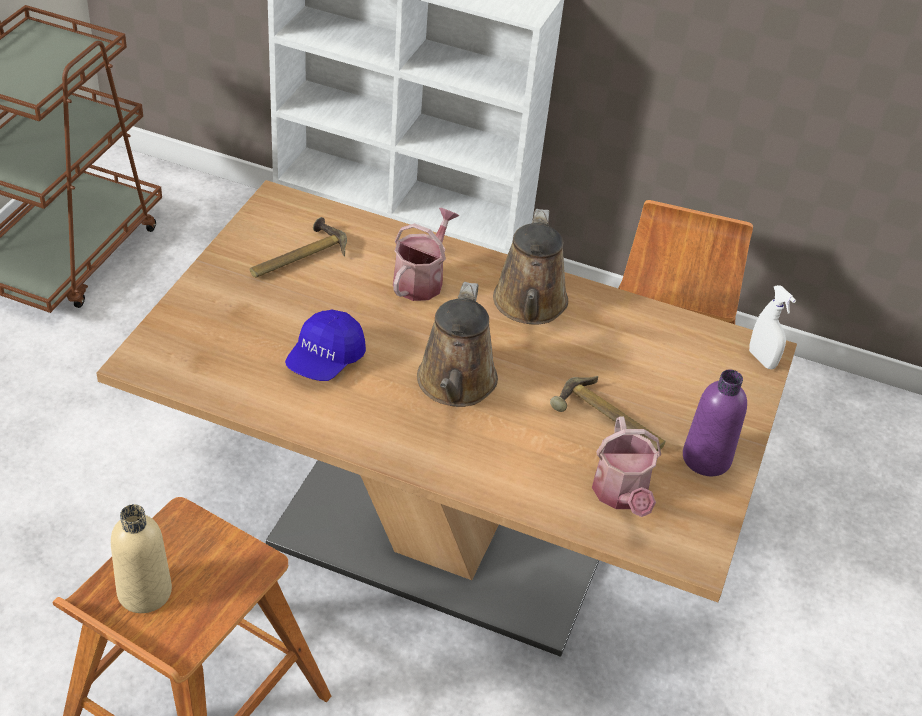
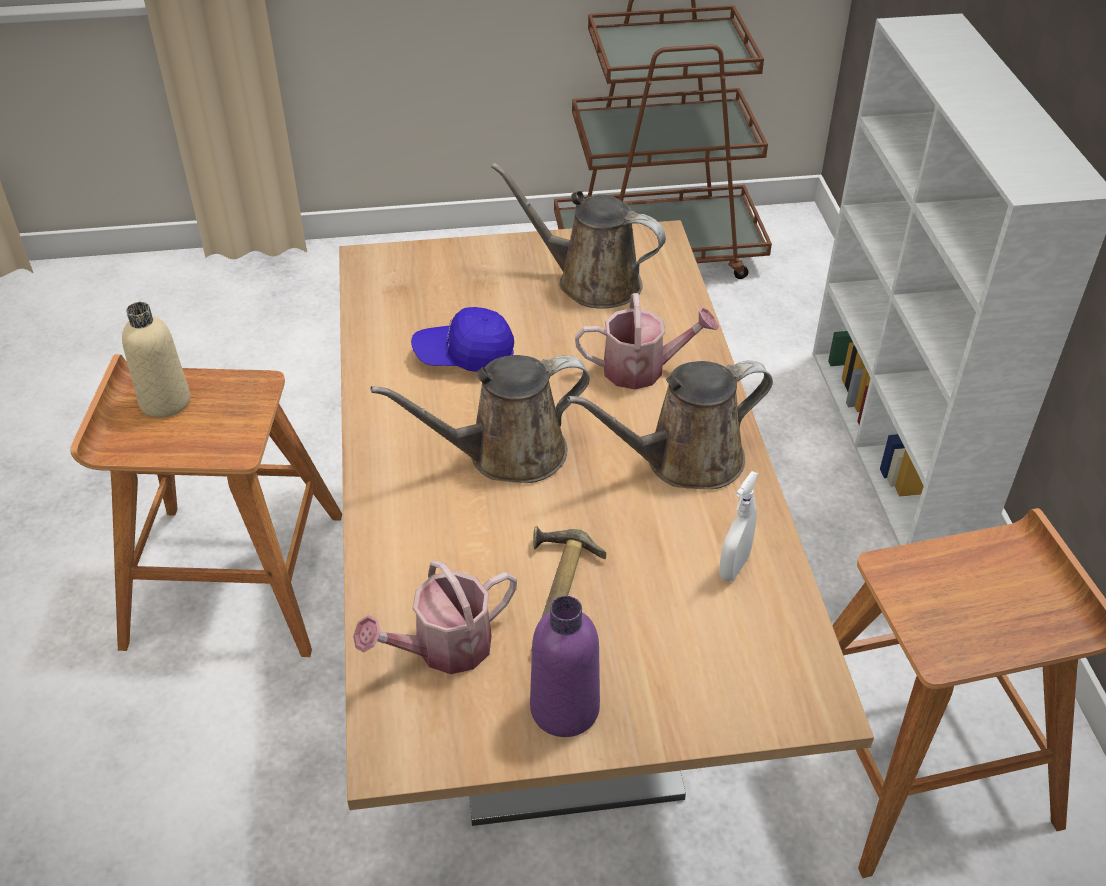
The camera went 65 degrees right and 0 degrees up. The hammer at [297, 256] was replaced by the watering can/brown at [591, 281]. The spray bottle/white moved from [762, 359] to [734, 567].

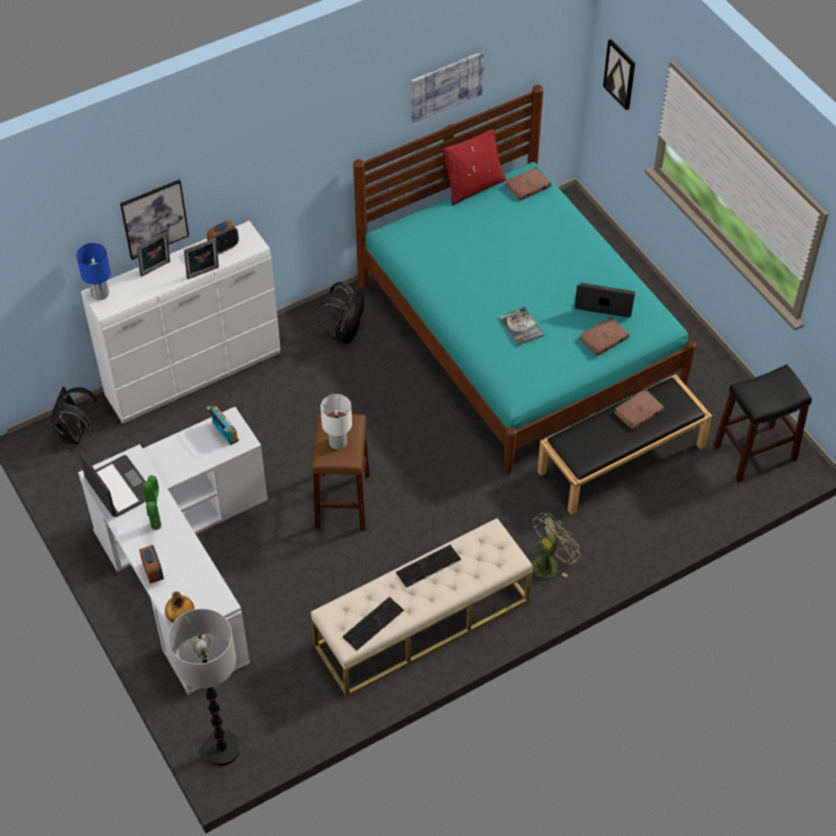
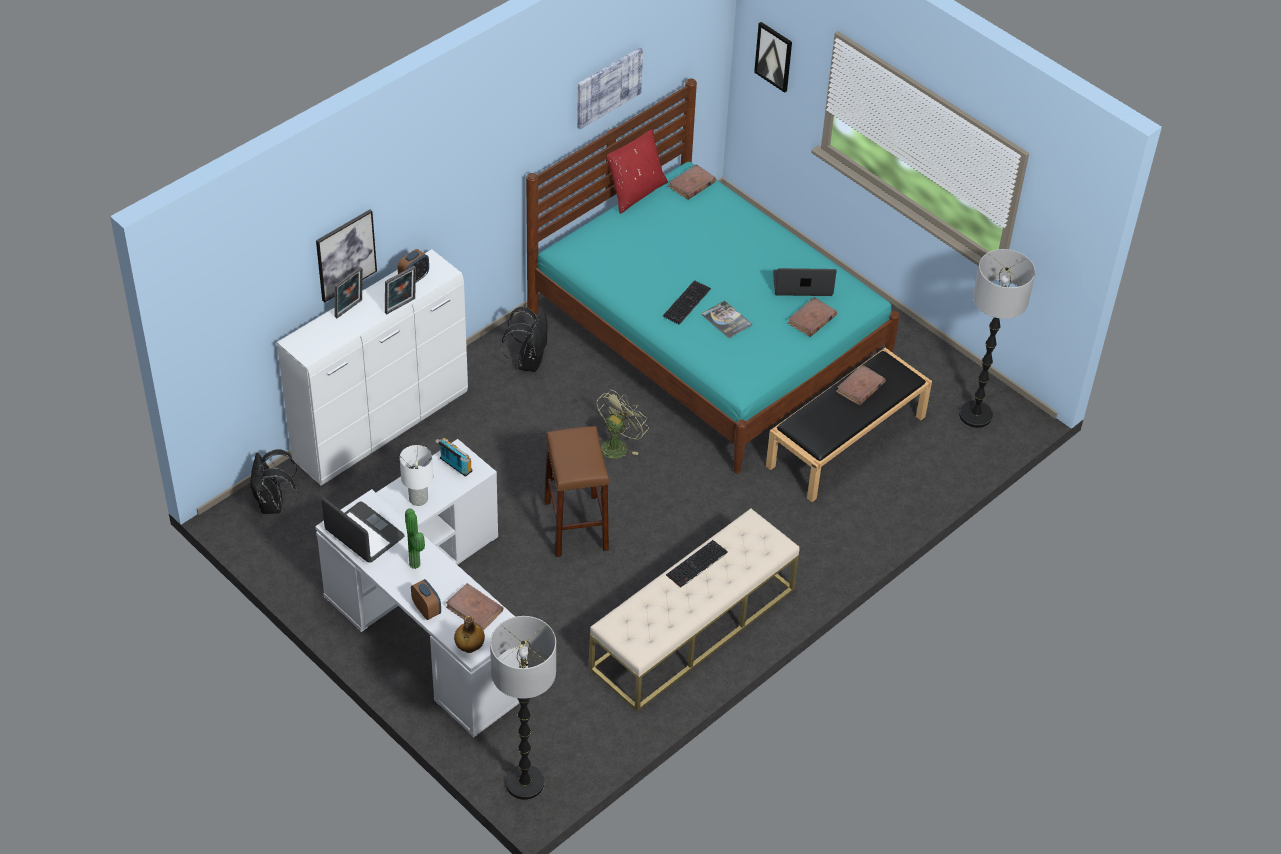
The camera went 15 degrees left and 5 degrees down. The table lamp/blue at [100, 293] disappeared. The table lamp/white moved from [337, 442] to [418, 498]. The keyboard moved from [373, 622] to [686, 302]. The fan/green moved from [548, 563] to [617, 445]. The stool/black at [755, 452] was replaced by the floor lamp at [975, 415]. The book/brown at [474, 609] appeared.

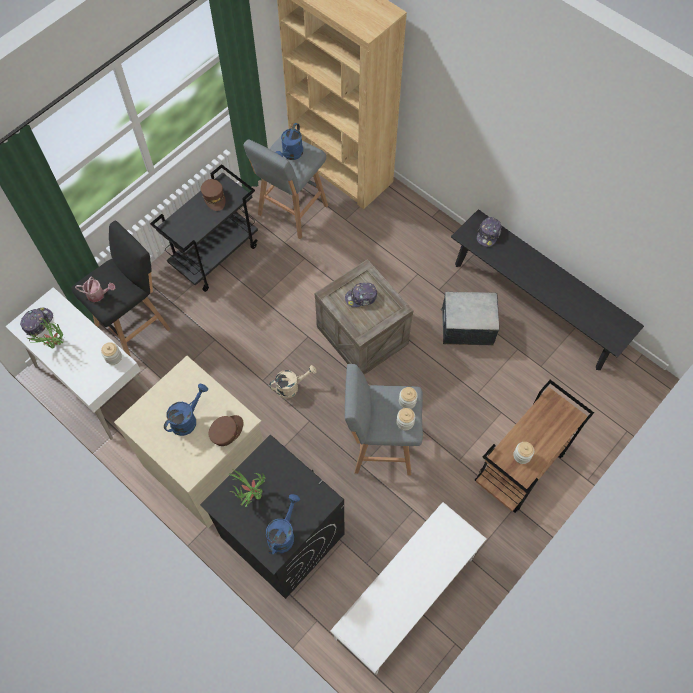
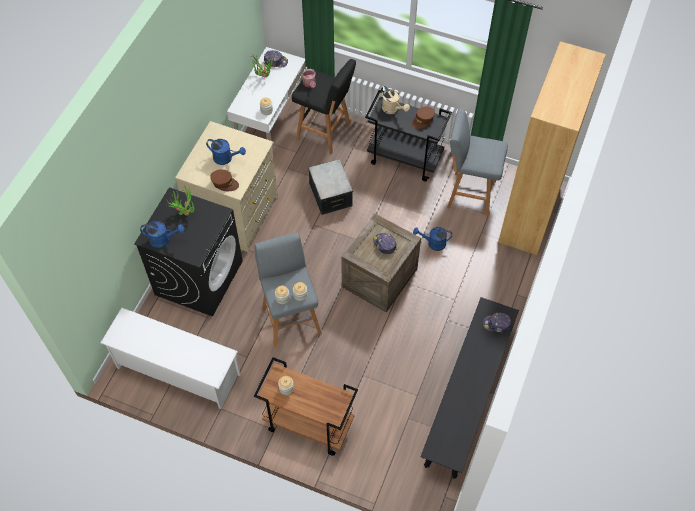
The camera went 70 degrees right and 5 degrees down. The watering can/beige moved from [291, 387] to [393, 109]. The watering can/blue moved from [291, 155] to [433, 243]. The storage box moved from [467, 326] to [331, 195].

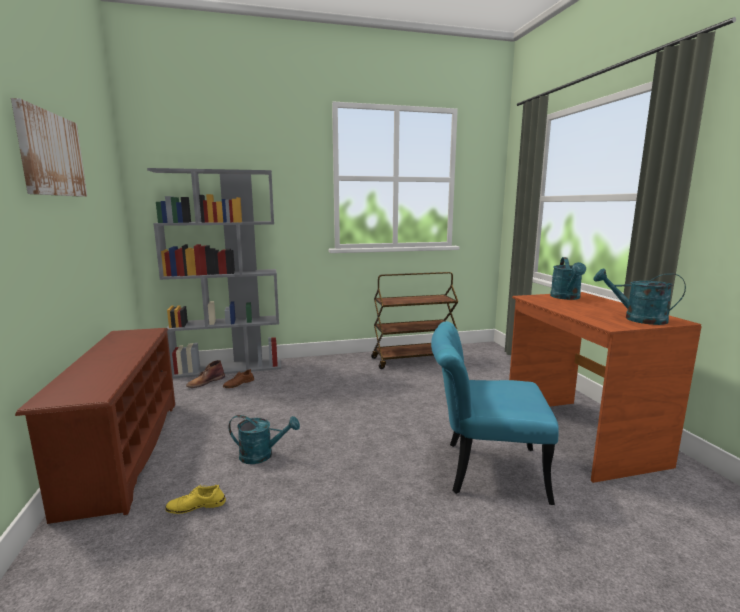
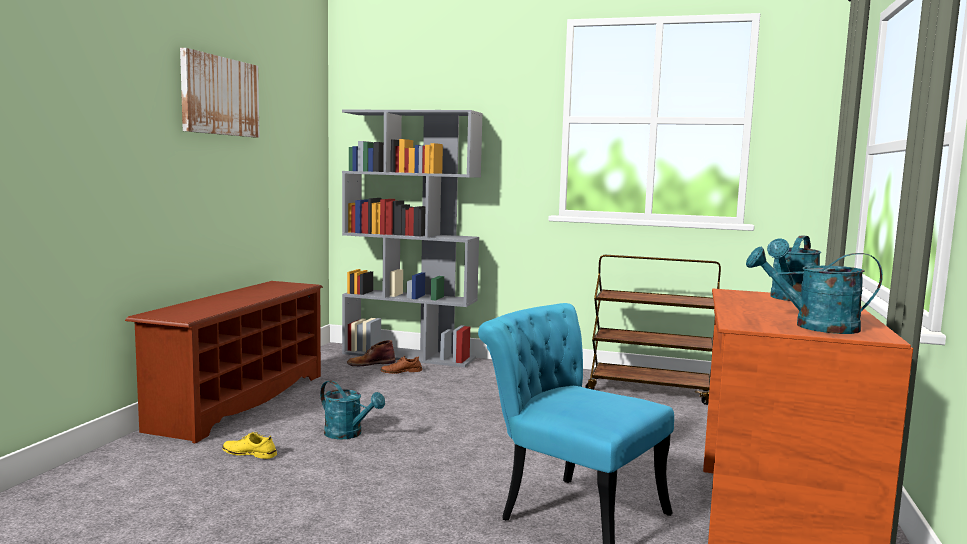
The camera went 30 degrees right and 5 degrees down. The watering can/turquoise at [637, 319] turned 45 degrees counterclockwise.

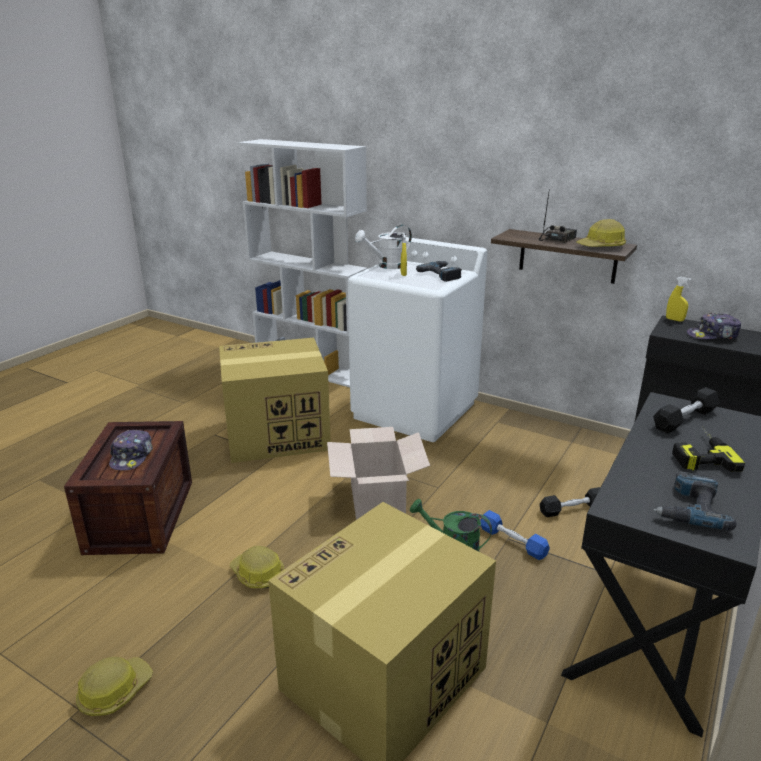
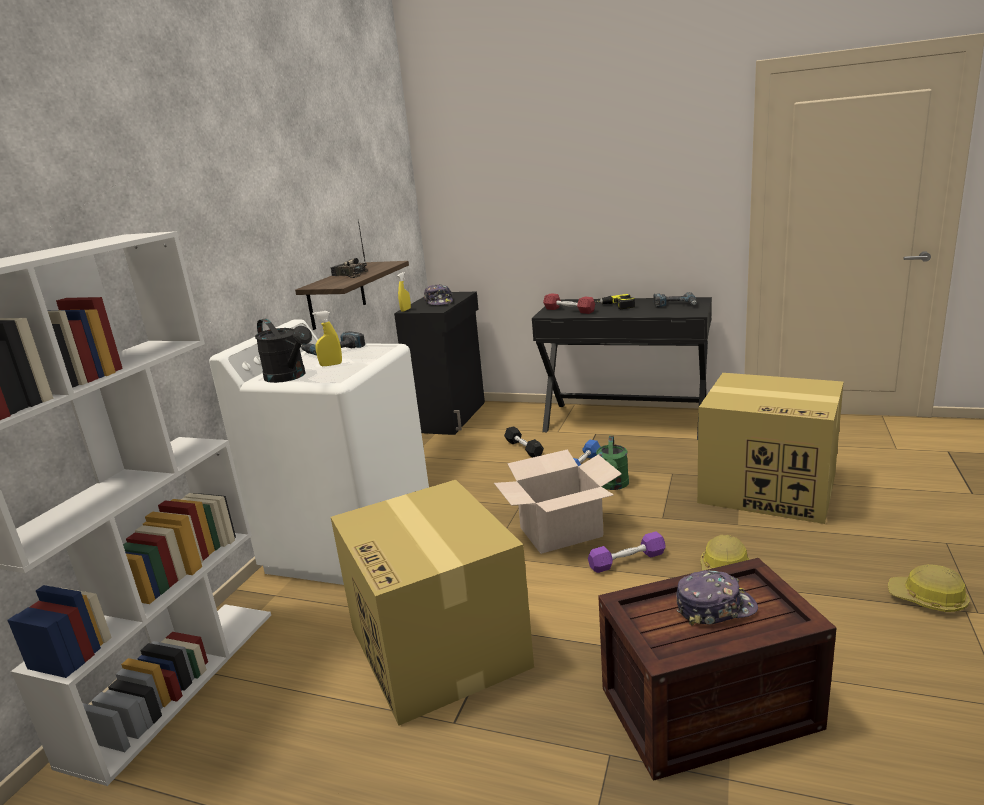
The camera went 100 degrees left and 5 degrees down. The watering can/white at [387, 266] became the watering can/black at [289, 377]. The hard hat at [601, 247] disappeared. The dumbbell/black at [685, 419] became the dumbbell/red at [569, 310]. The dumbbell/purple at [627, 560] appeared.

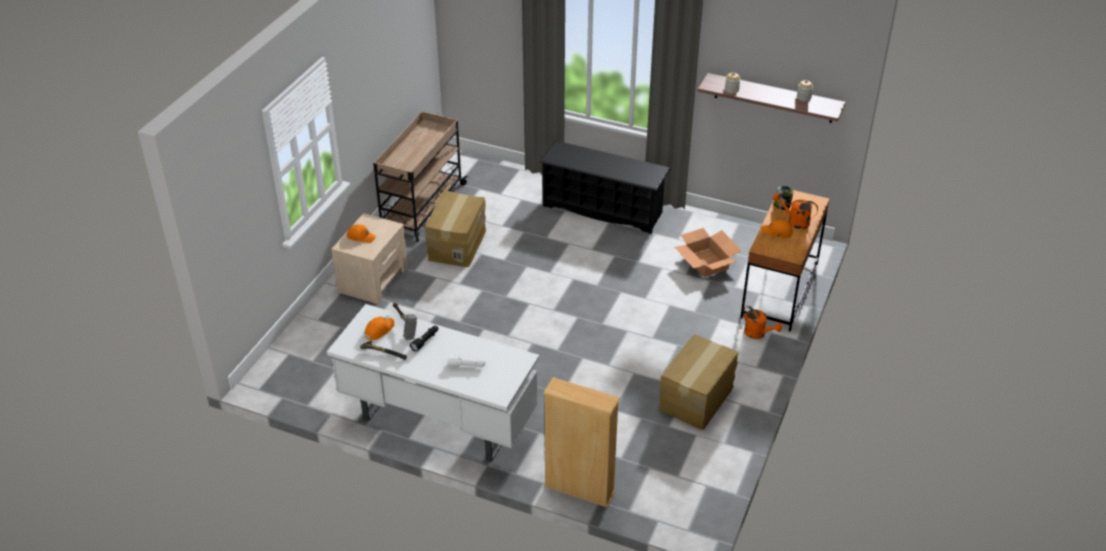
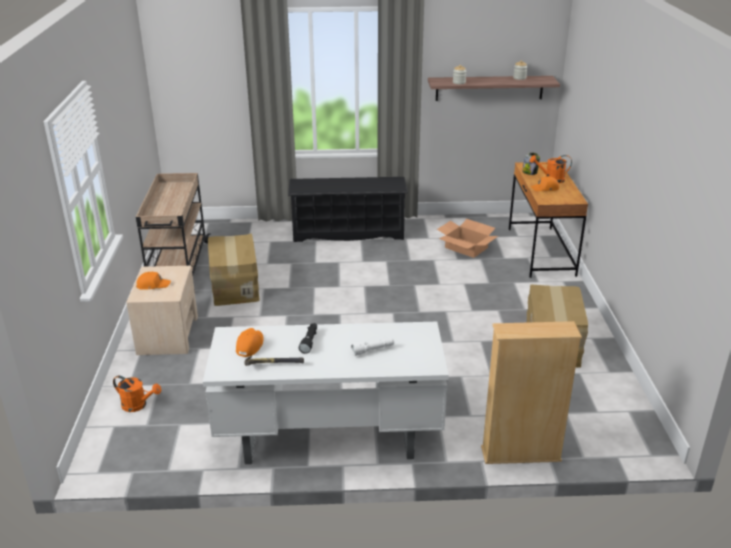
The camera went 25 degrees left and 10 degrees down. The hammer at [404, 325] disappeared. The watering can/orange moved from [758, 334] to [138, 405].

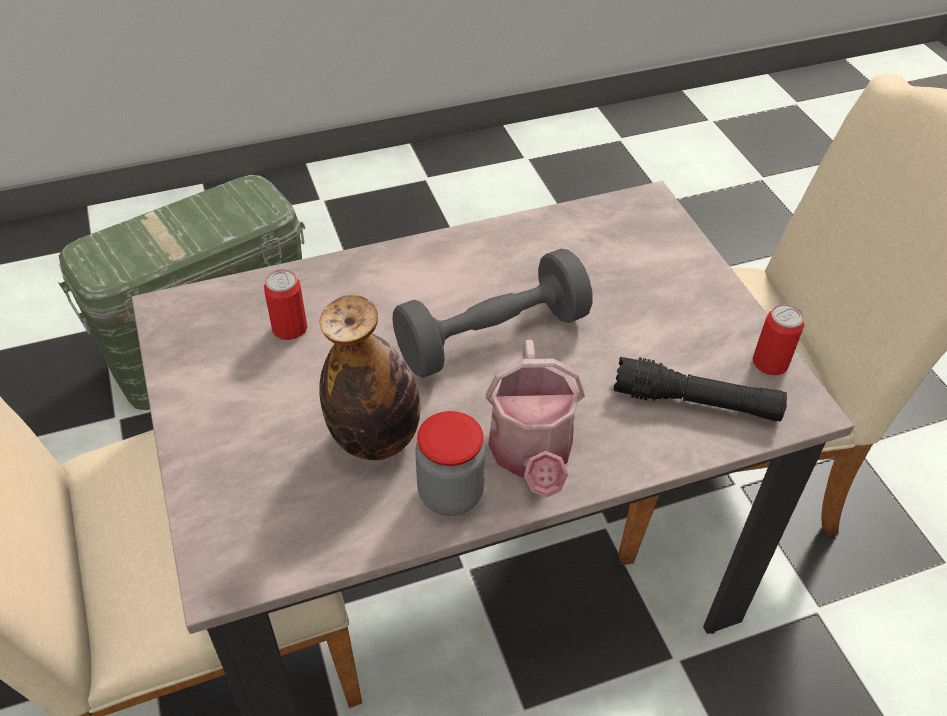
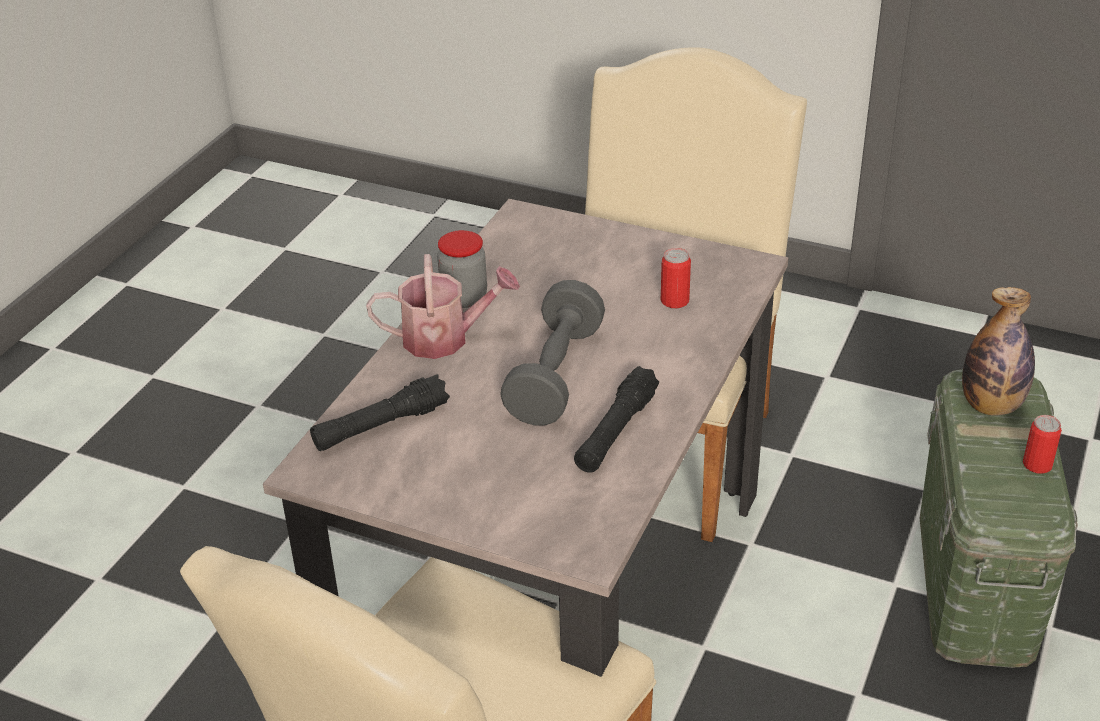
The camera went 135 degrees right and 10 degrees down. The bottle moved from [375, 438] to [991, 405]. The watering can at [531, 455] turned 135 degrees clockwise. The can moved from [770, 363] to [1037, 465]. The flashlight/black at [616, 432] appeared.

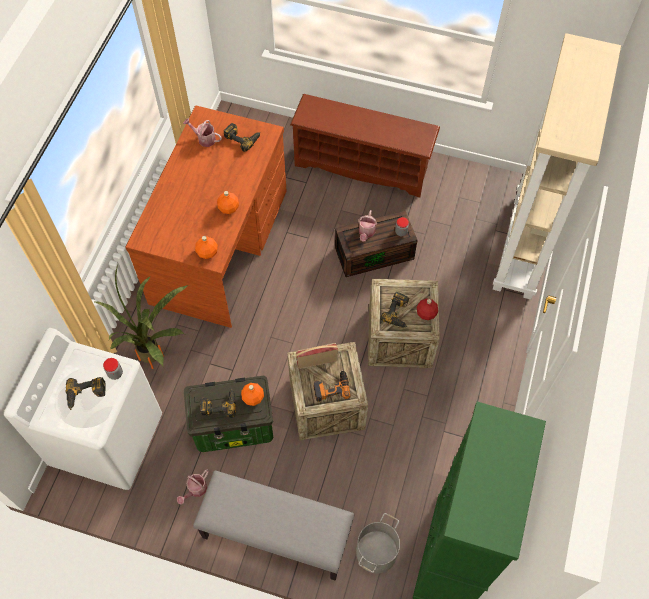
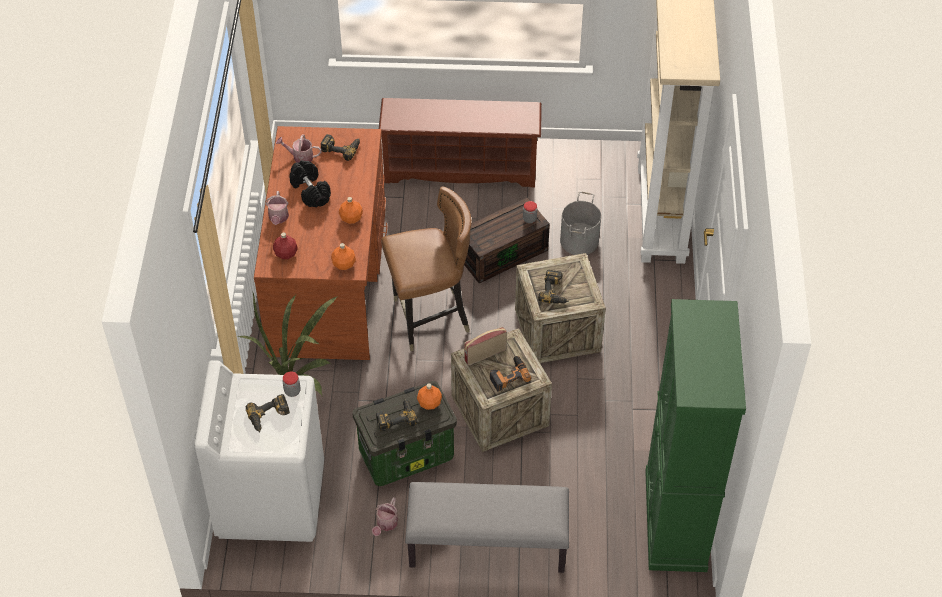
The camera went 15 degrees left and 10 degrees down. The bucket/grey moved from [376, 552] to [578, 240]. The watering can moved from [366, 233] to [278, 218]. The bottle/red moved from [426, 313] to [285, 253]. The dumbbell/black at [310, 191] appeared. The chair/brown at [430, 319] appeared.

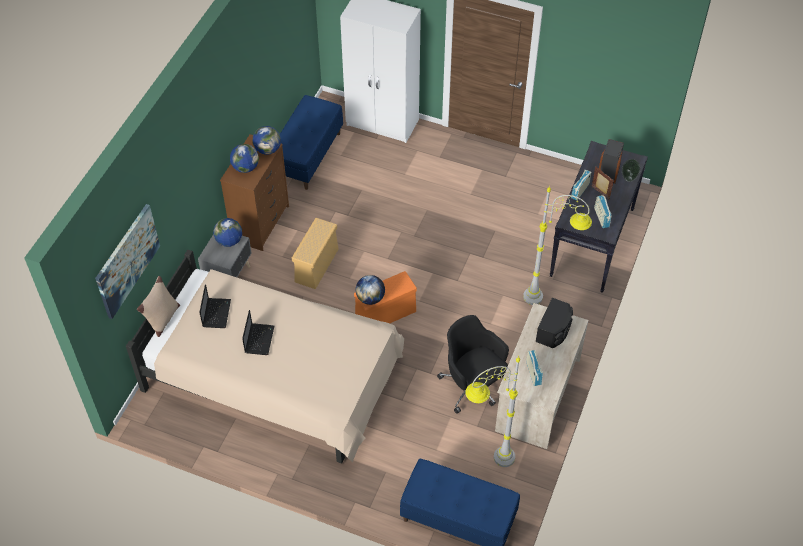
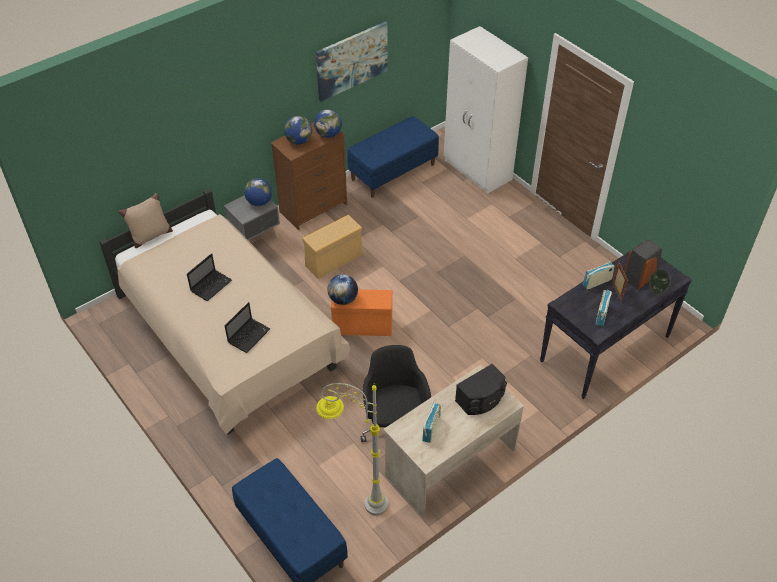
The camera went 30 degrees right and 5 degrees down. The picture moved from [127, 260] to [352, 60]. The laptop moved from [216, 313] to [249, 335]. The floor lamp/grey at [549, 301] disappeared.

